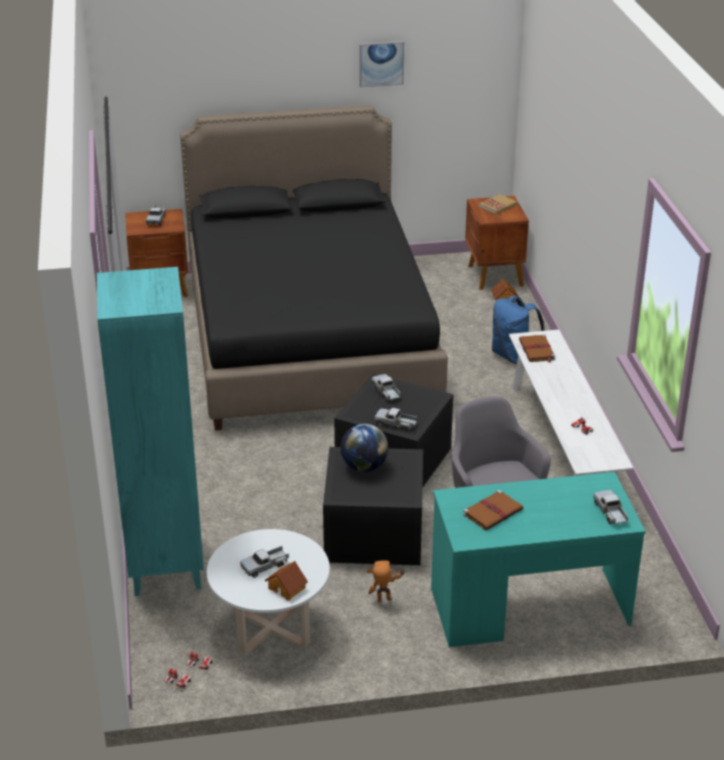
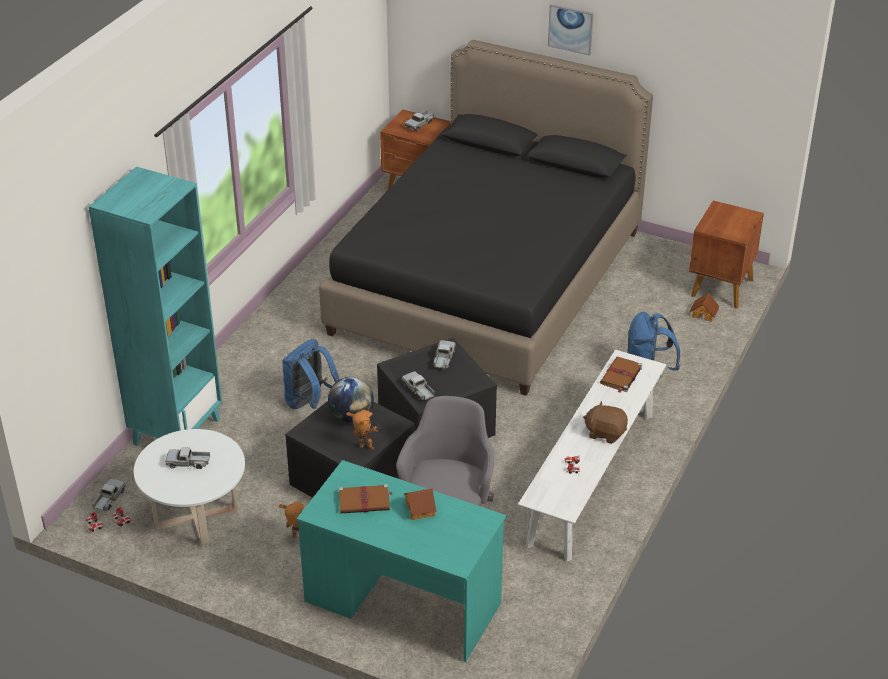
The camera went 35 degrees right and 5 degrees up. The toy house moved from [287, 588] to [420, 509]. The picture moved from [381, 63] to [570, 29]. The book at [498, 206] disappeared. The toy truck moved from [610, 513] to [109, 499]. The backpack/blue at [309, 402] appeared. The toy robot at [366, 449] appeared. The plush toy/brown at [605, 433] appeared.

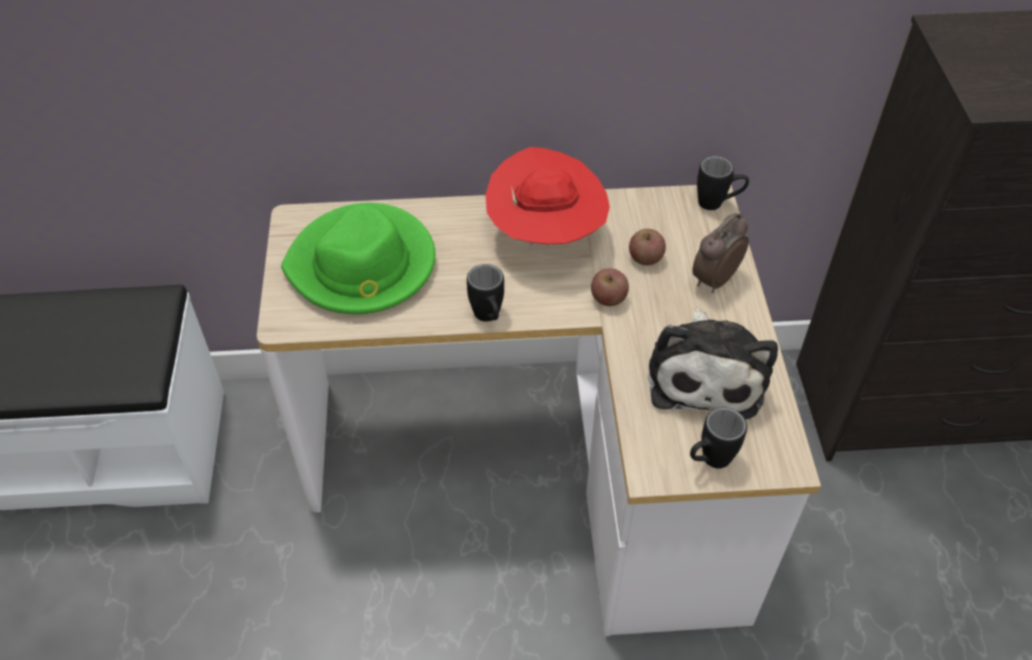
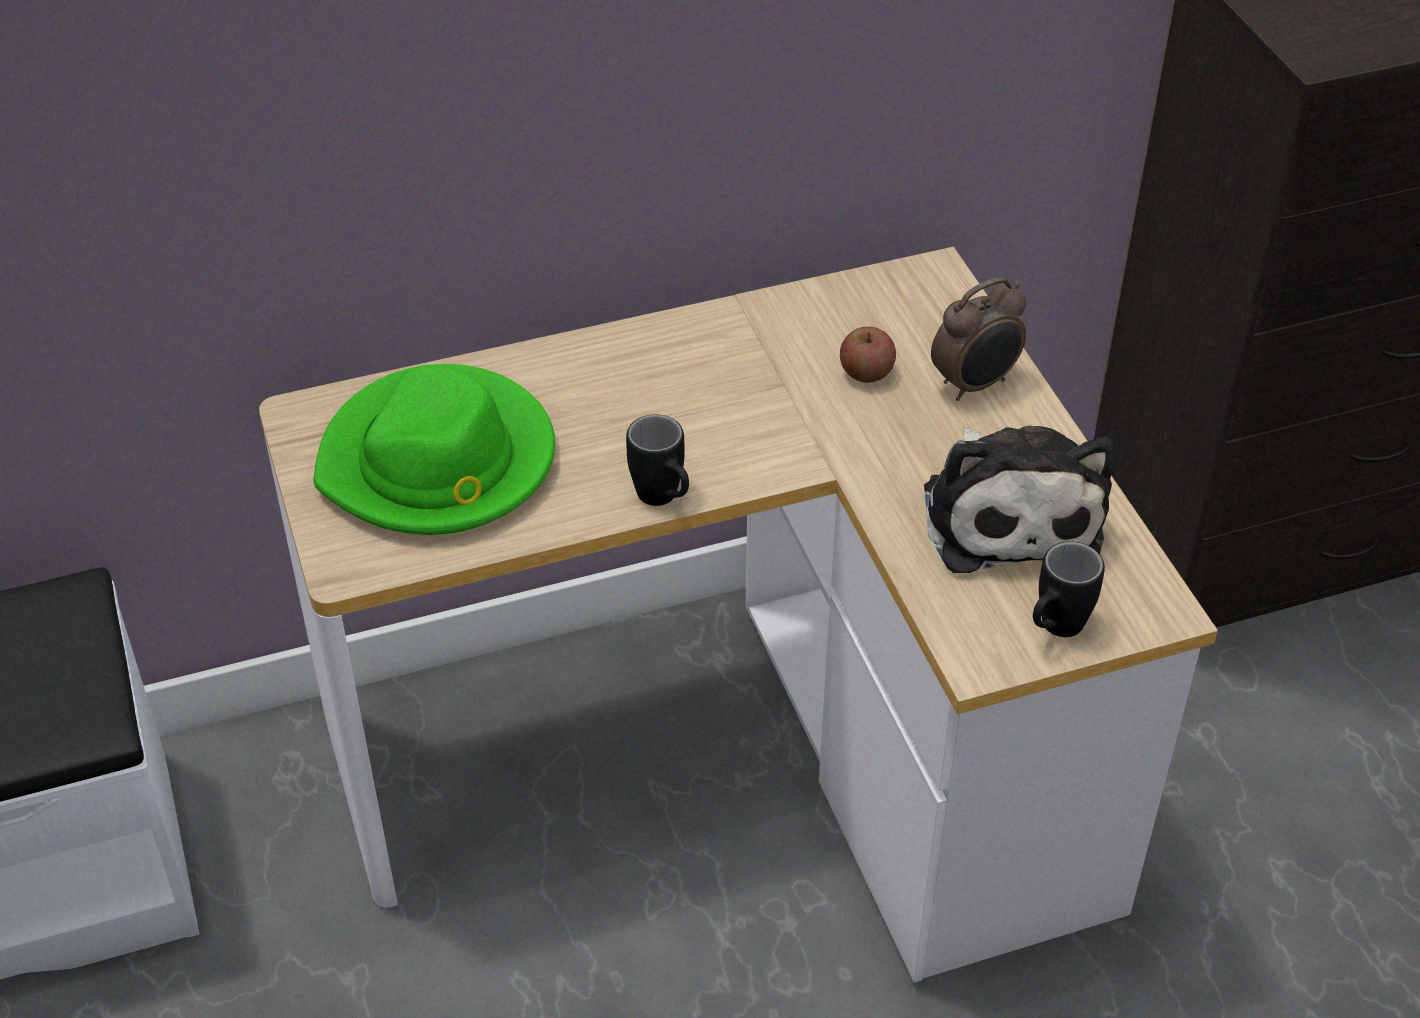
The camera went 15 degrees left and 5 degrees down. The hat/red at [546, 236] disappeared. The apple at [608, 298] disappeared. The alarm clock at [713, 279] turned 150 degrees counterclockwise. The mug/black at [718, 204] disappeared.

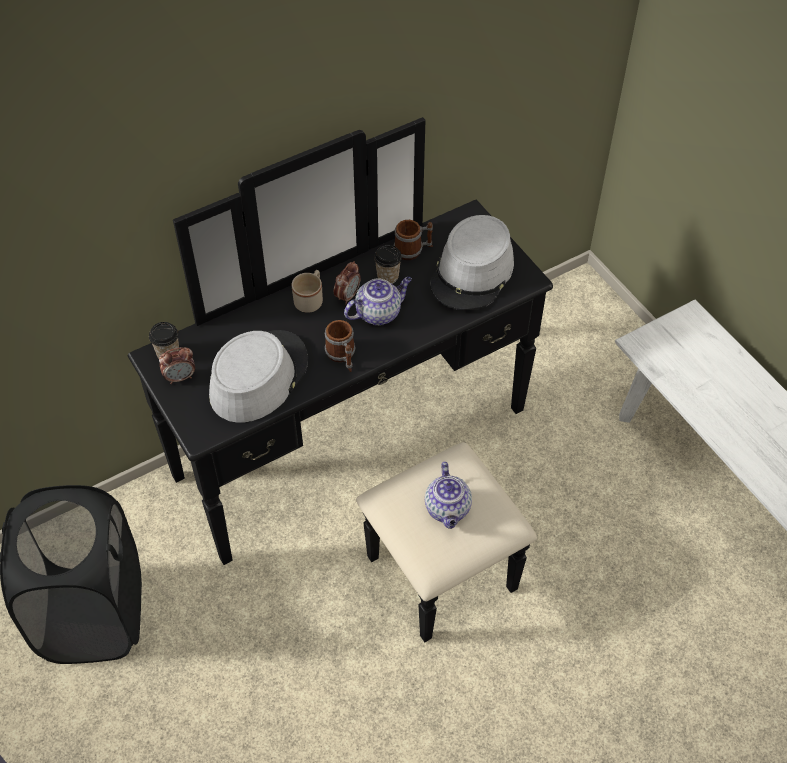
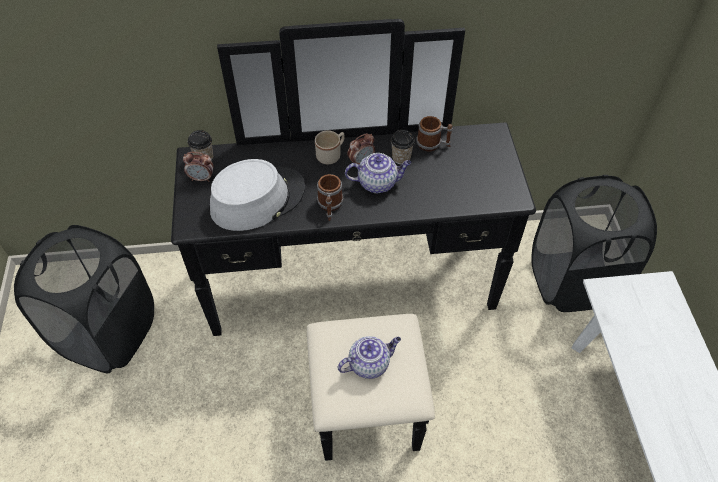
The camera went 25 degrees right and 0 degrees up. The teapot at [448, 509] turned 135 degrees counterclockwise. The hat/grey at [472, 273] disappeared. The laundry basket/black at [573, 281] appeared.

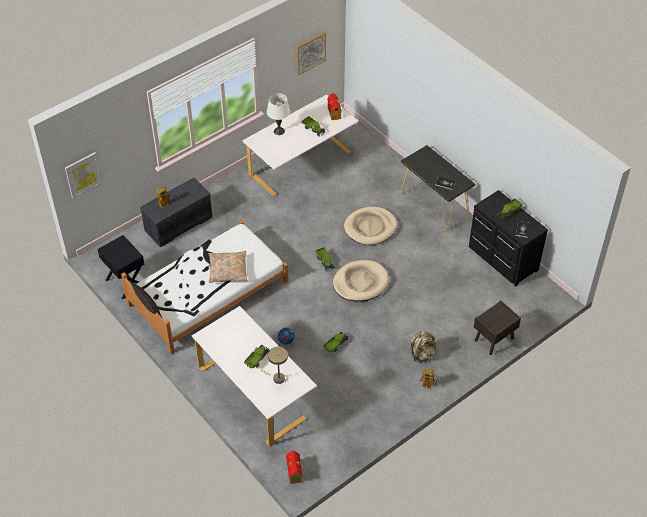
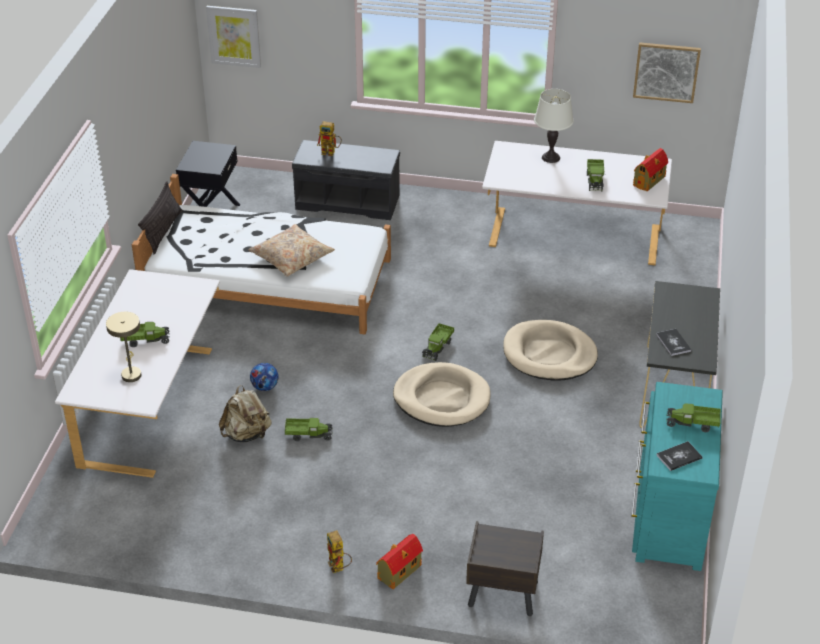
The camera went 50 degrees right and 10 degrees down. The toy house moved from [294, 473] to [398, 572]. The backpack/beige moved from [422, 354] to [247, 434]. The dresser/black at [502, 259] became the dresser/turquoise at [667, 517].

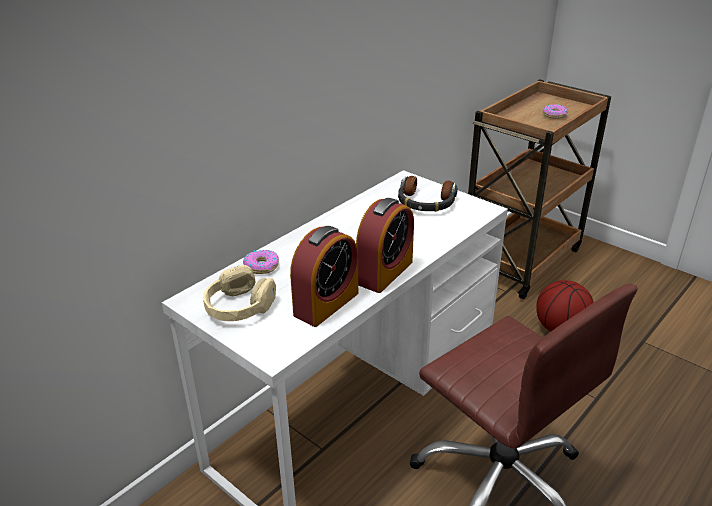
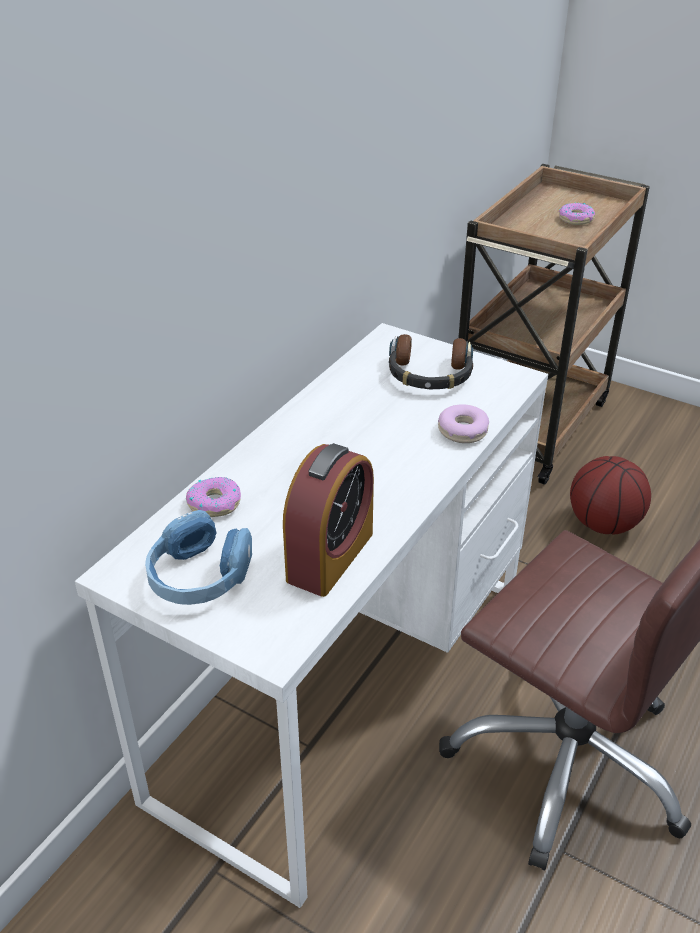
The camera went 10 degrees left and 5 degrees up. The headphones/beige at [239, 307] became the headphones/blue at [200, 576]. The alarm clock at [385, 272] disappeared. The donut at [463, 431] appeared.

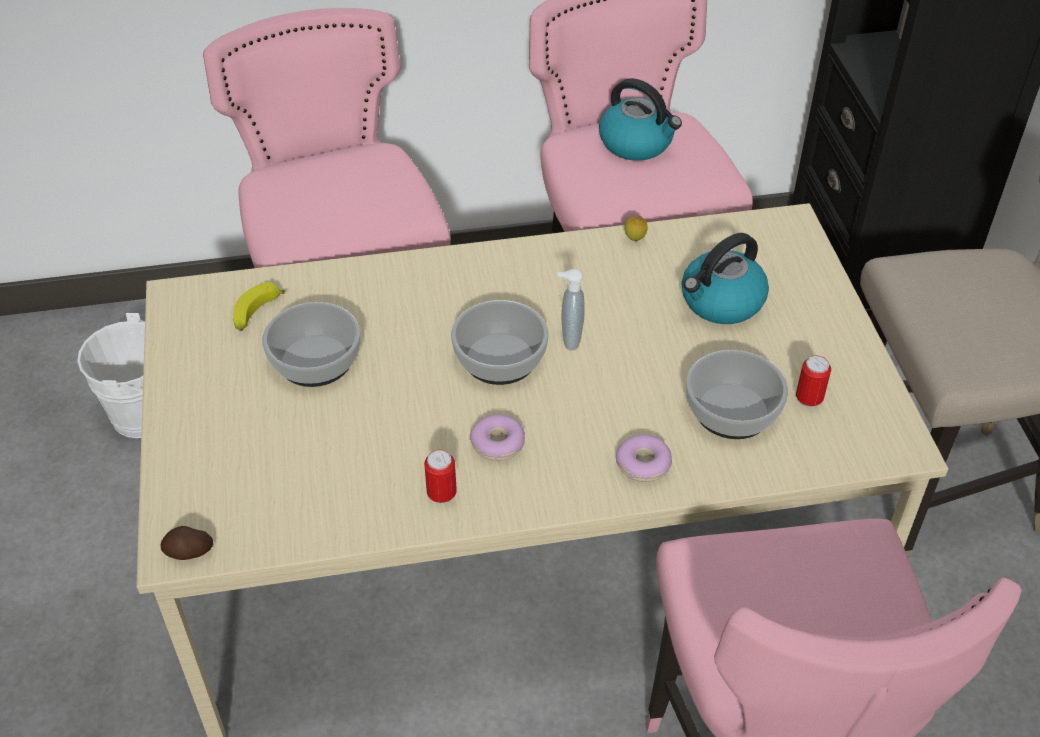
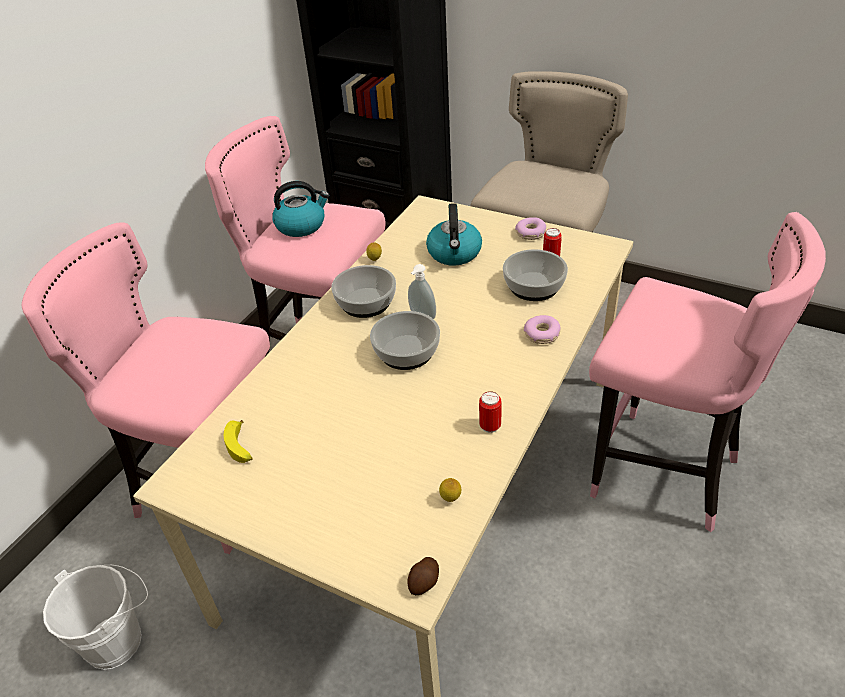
The camera went 50 degrees left and 5 degrees down. The bowl moved from [314, 360] to [365, 303]. The donut moved from [498, 444] to [530, 233]. The lemon at [450, 499] appeared.

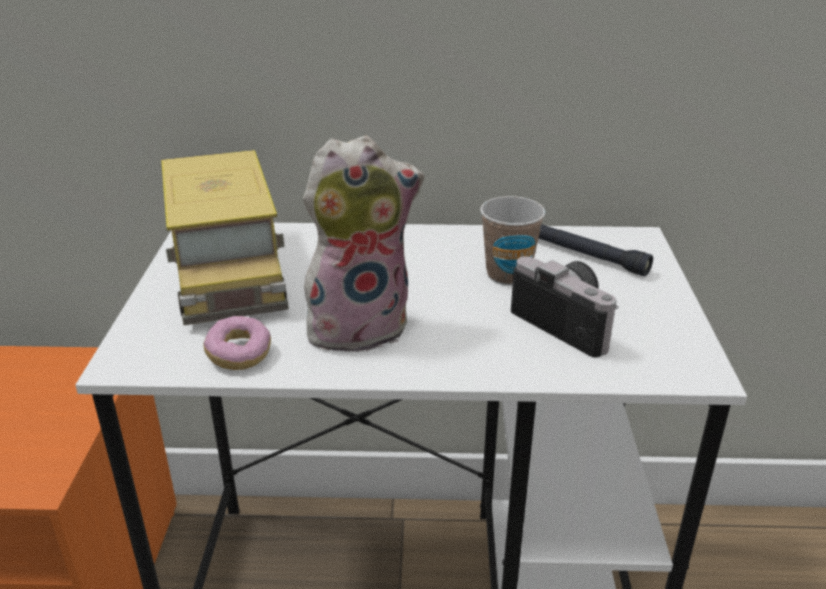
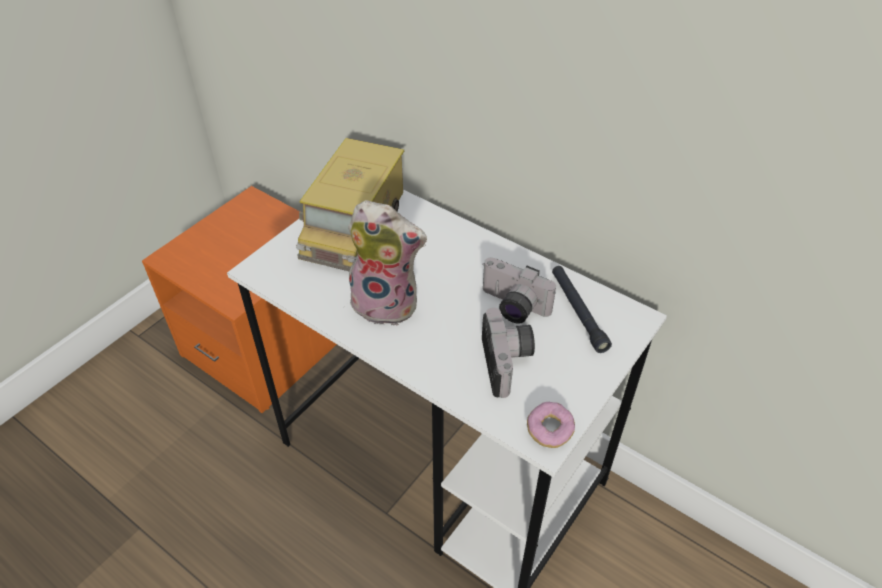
The camera went 35 degrees right and 15 degrees up. The donut moved from [239, 355] to [549, 431]. The cup at [508, 275] was replaced by the photo camera at [511, 307].

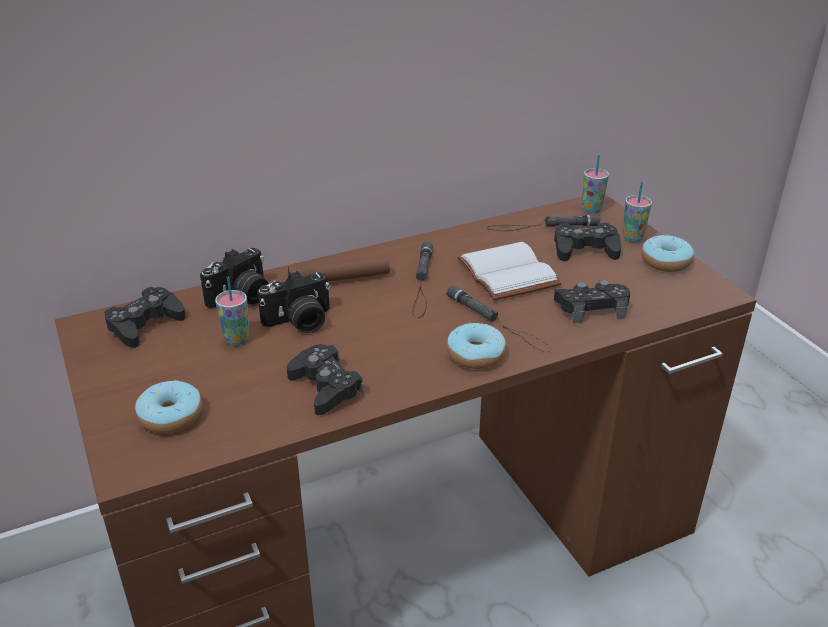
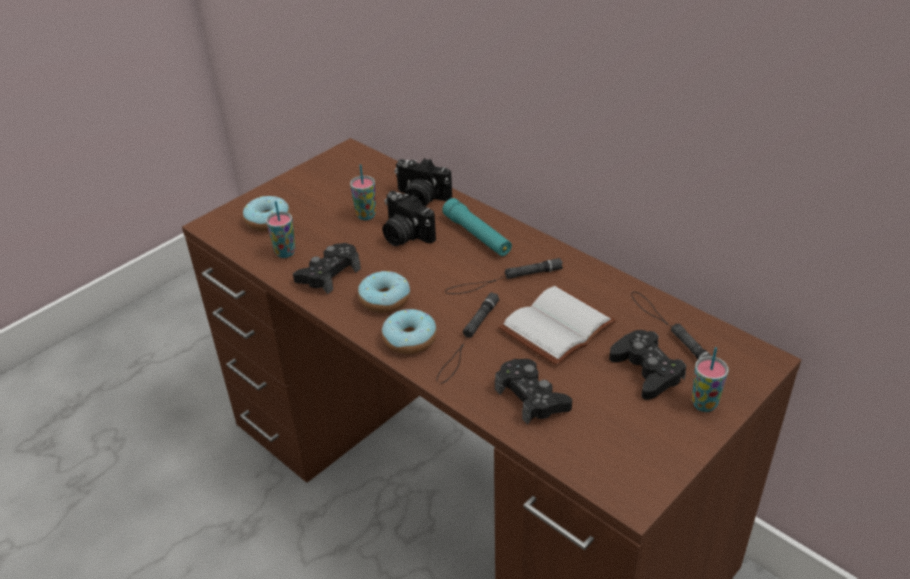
The camera went 70 degrees right and 5 degrees up. The game controller/black at [145, 324] disappeared. The flashlight/brown at [340, 280] became the flashlight/turquoise at [477, 235]. The cup moved from [591, 209] to [285, 253]. The donut moved from [665, 262] to [385, 300].

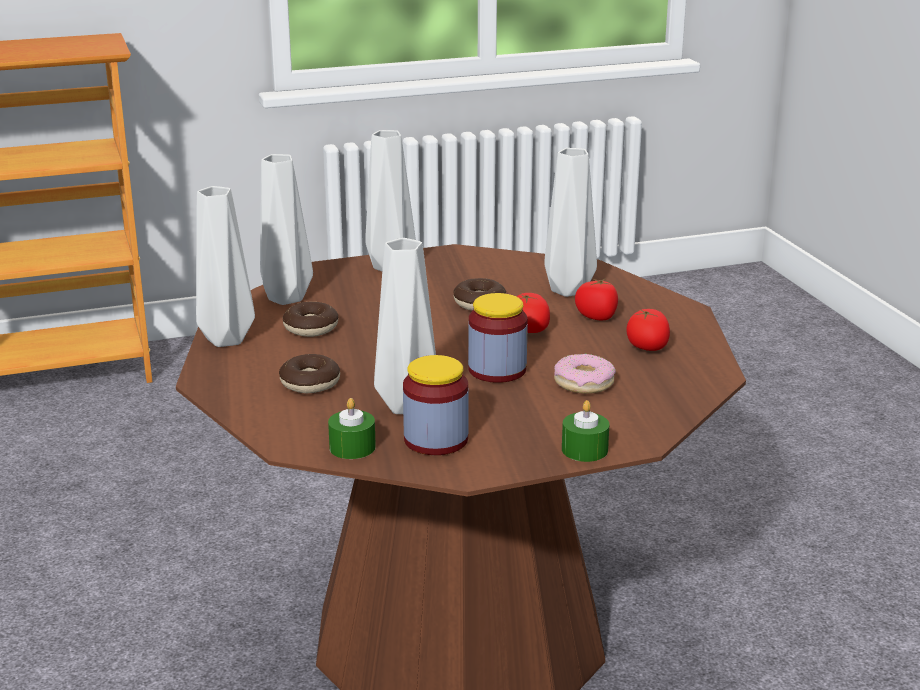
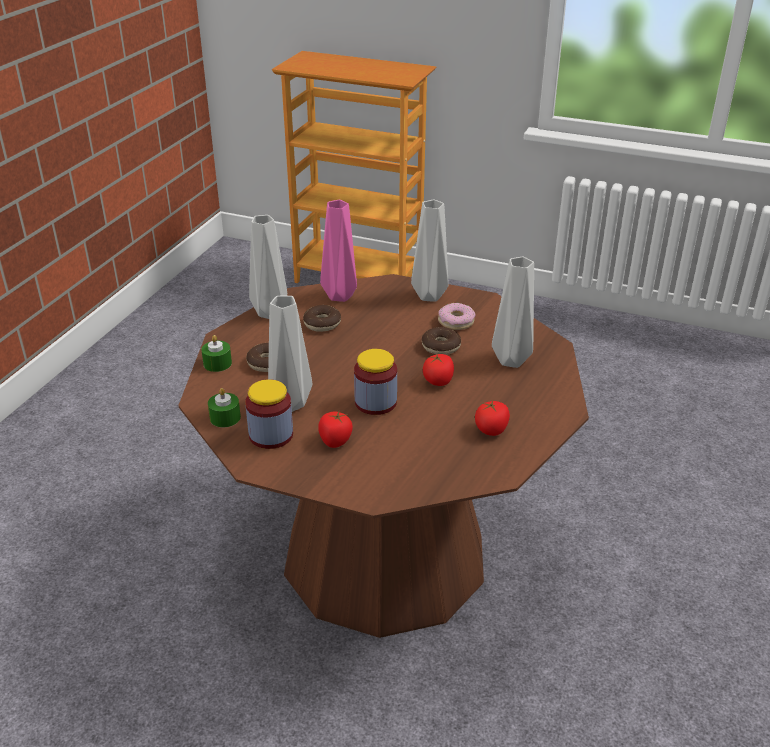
The camera went 40 degrees right and 10 degrees up. The vase/grey at [288, 298] became the vase/pink at [341, 296]. The donut moved from [583, 383] to [456, 322]. The candle/green moved from [584, 450] to [217, 363]. The tomato moved from [597, 316] to [335, 441].

